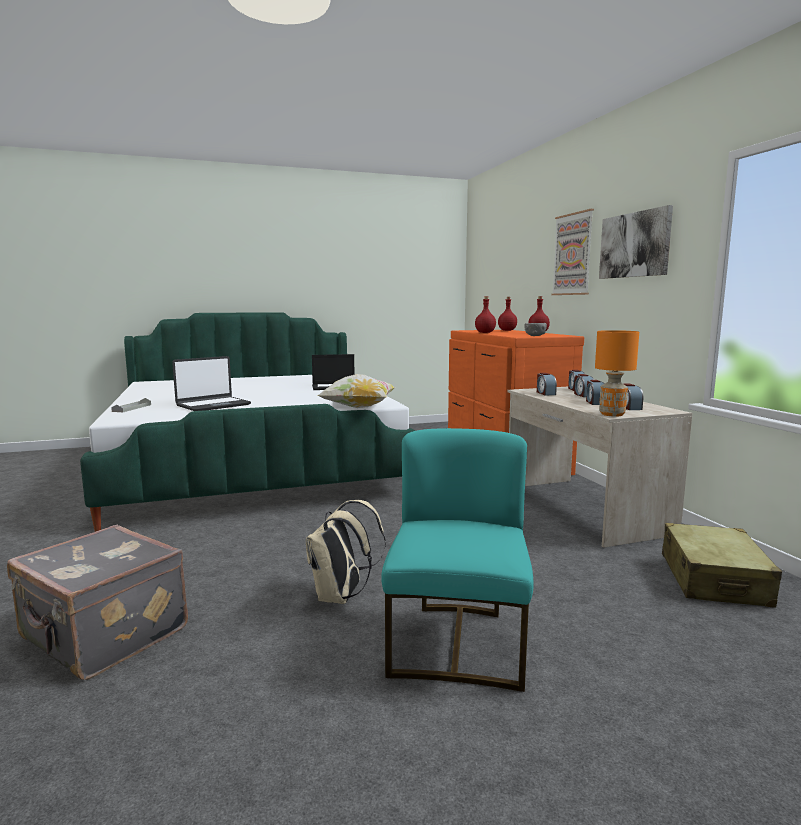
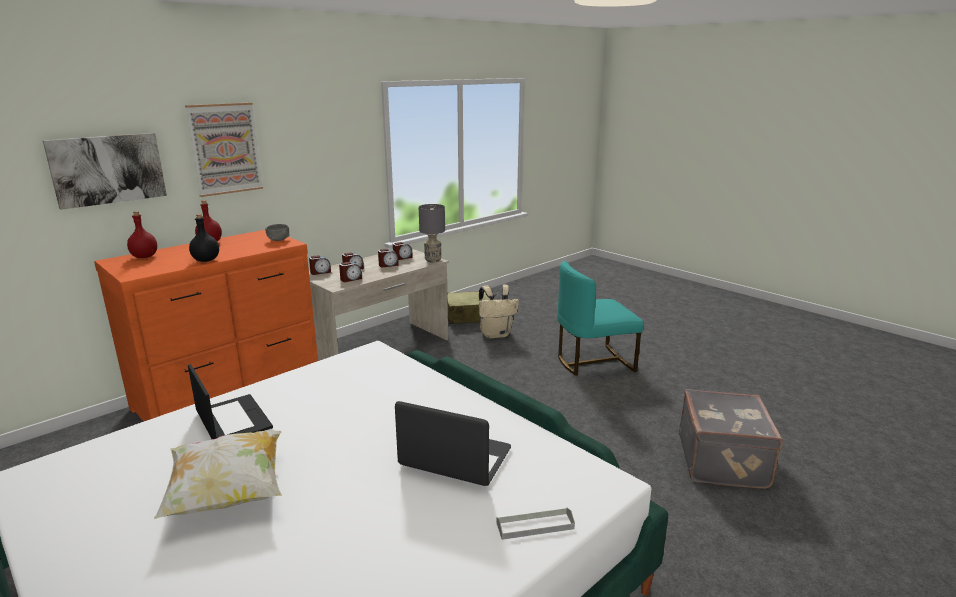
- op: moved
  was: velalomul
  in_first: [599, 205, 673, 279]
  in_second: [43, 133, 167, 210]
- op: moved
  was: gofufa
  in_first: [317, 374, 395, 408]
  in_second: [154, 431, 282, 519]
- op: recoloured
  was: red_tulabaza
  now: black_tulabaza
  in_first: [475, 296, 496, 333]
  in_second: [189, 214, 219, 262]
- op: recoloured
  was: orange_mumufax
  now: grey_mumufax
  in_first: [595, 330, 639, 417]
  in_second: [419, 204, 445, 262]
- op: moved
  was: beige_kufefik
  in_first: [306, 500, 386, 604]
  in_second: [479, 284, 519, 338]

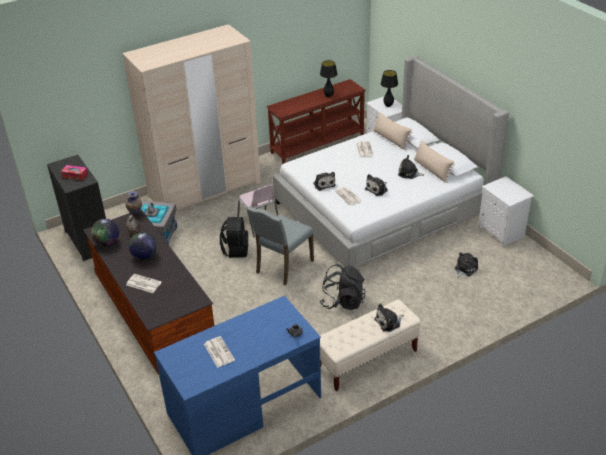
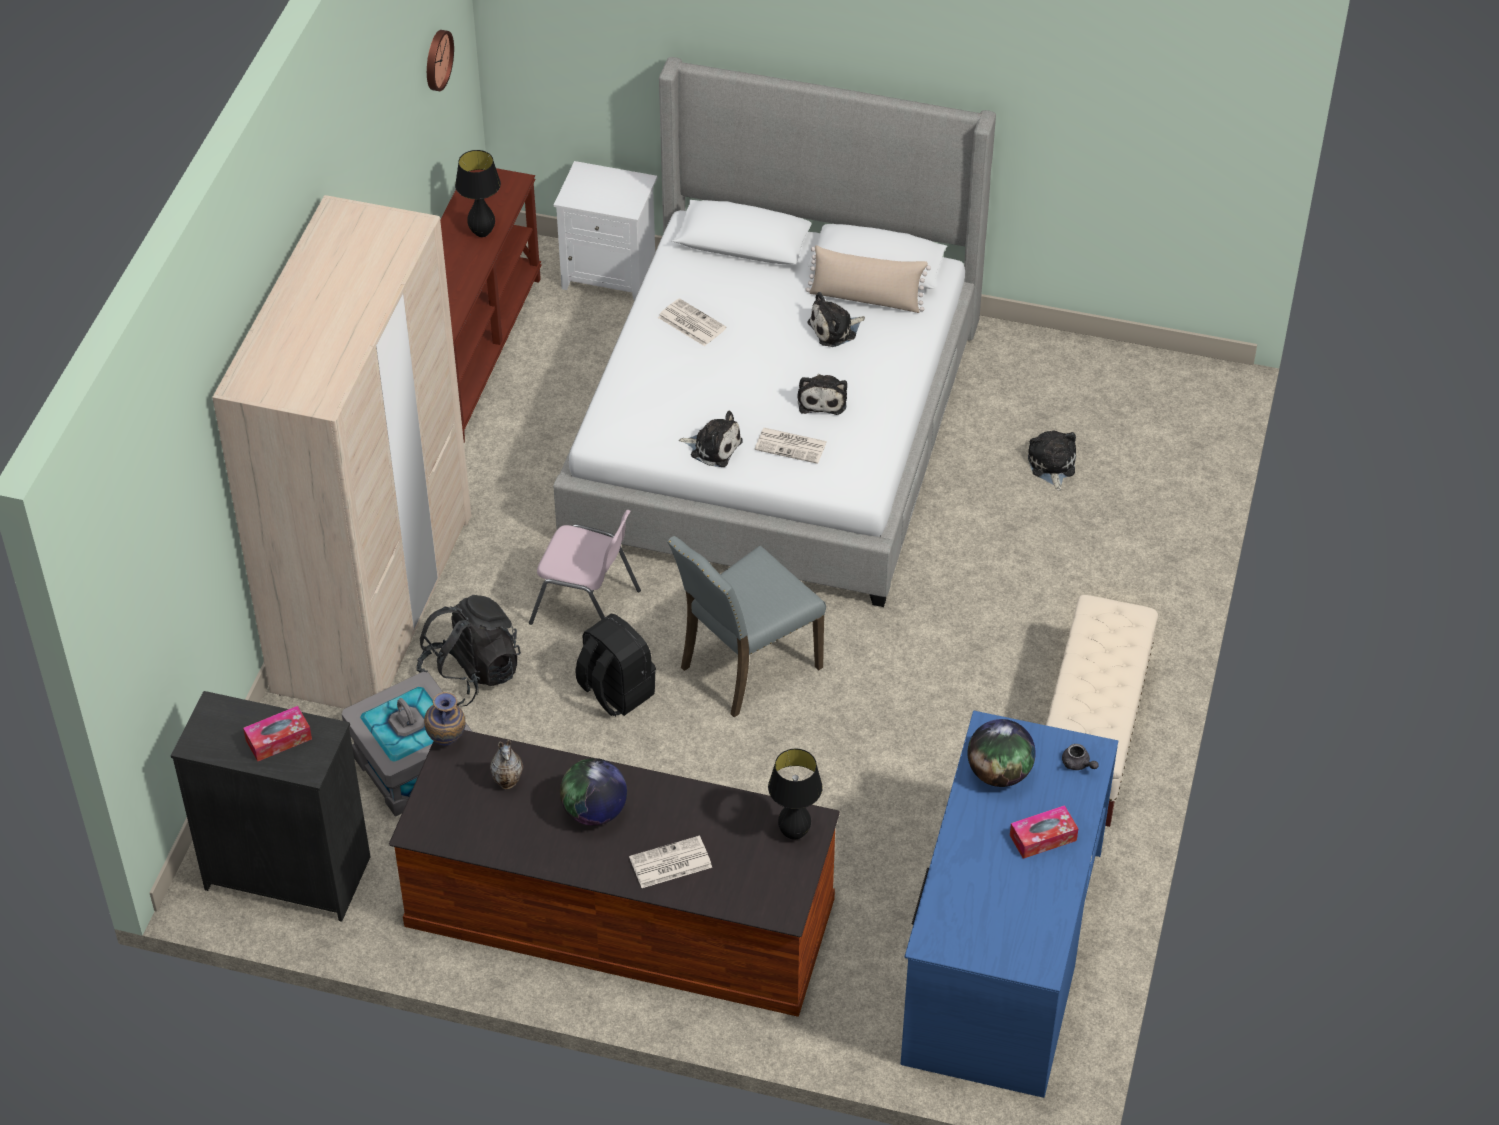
- op: moved
  was: black_kufefik
  in_first: [319, 264, 365, 310]
  in_second: [416, 595, 521, 706]
- op: added
  now: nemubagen
  in_second: [427, 30, 454, 91]
- op: turned
  was: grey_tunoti
  in_first: [247, 206, 314, 285]
  in_second: [667, 536, 826, 717]
  clockwise: 60
- op: moved
  was: black_mumufax
  in_first: [381, 70, 398, 107]
  in_second: [768, 749, 823, 840]
- op: moved
  was: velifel
  in_first: [91, 219, 119, 246]
  in_second: [967, 719, 1036, 787]
- op: added
  now: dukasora
  in_second: [1010, 805, 1078, 859]
- op: removed
  was: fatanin
  in_first: [204, 336, 235, 368]
- op: removed
  was: beige_gofufa
  in_first: [373, 112, 413, 150]
- op: removed
  was: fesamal
  in_first: [374, 303, 404, 332]
- op: removed
  was: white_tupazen
  in_first: [478, 176, 534, 248]

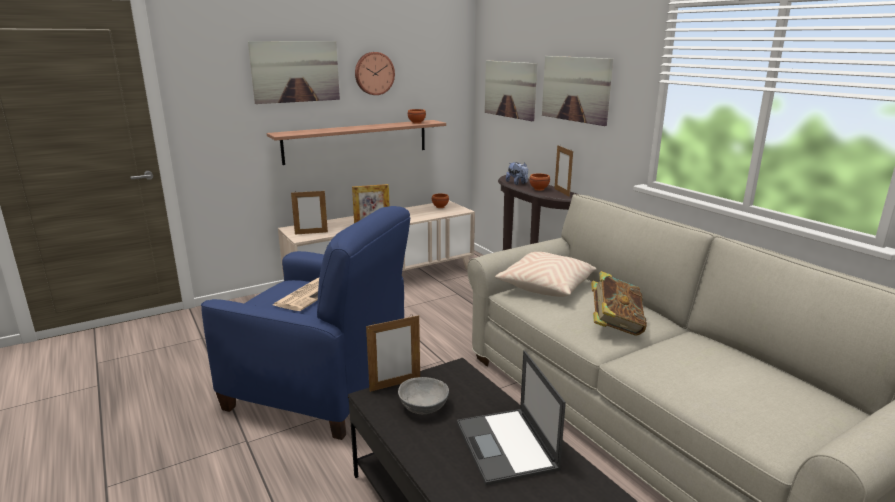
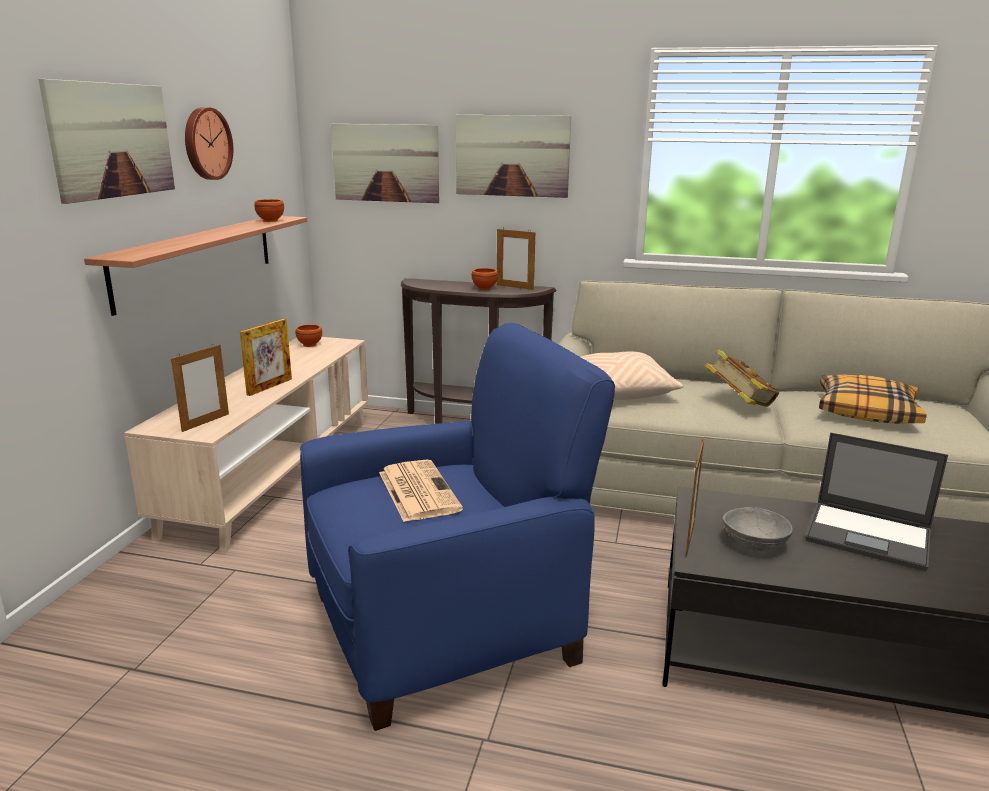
- op: added
  now: gofufa
  in_second: [819, 375, 927, 424]
- op: removed
  was: fesamal
  in_first: [506, 162, 528, 185]

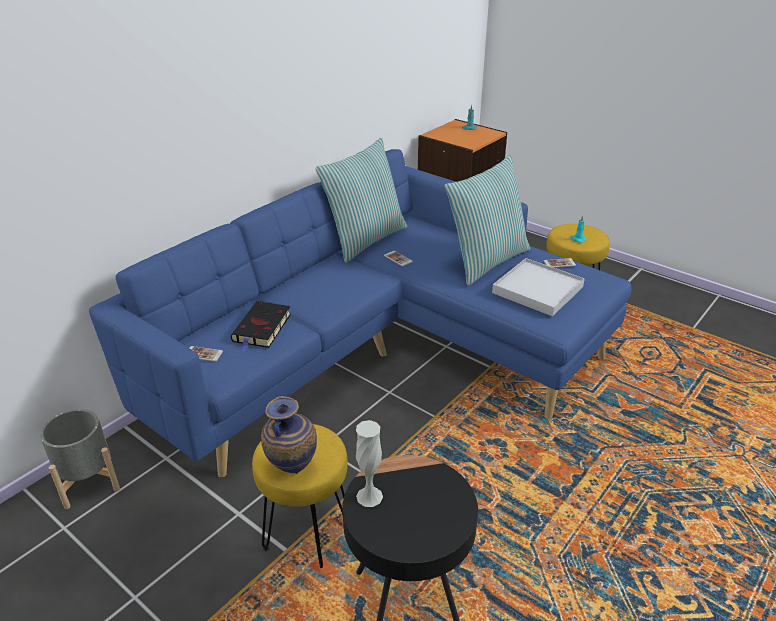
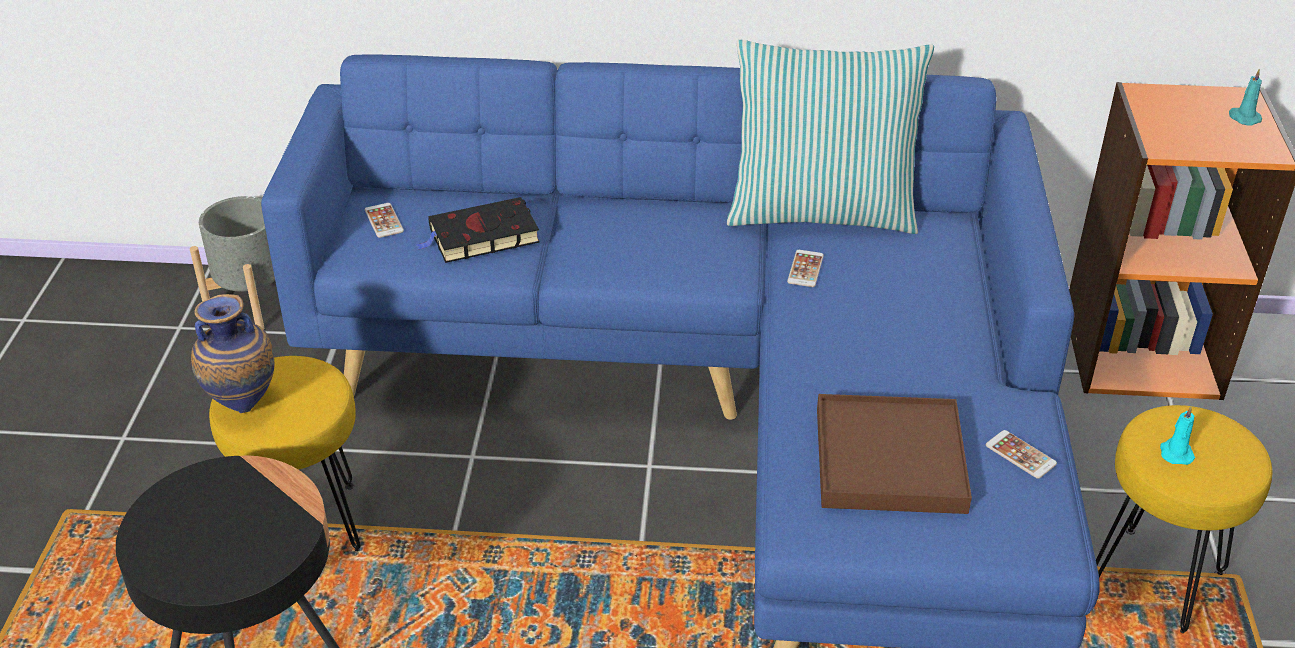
- op: recoloured
  was: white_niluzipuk
  now: brown_niluzipuk
  in_first: [492, 258, 585, 316]
  in_second: [817, 394, 972, 514]
- op: removed
  was: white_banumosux
  in_first: [356, 420, 383, 507]
- op: removed
  was: gofufa
  in_first: [445, 155, 530, 286]

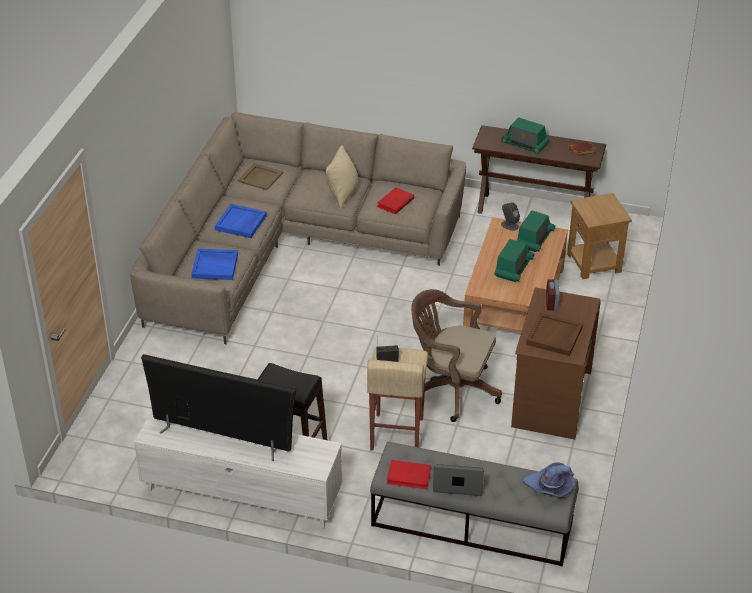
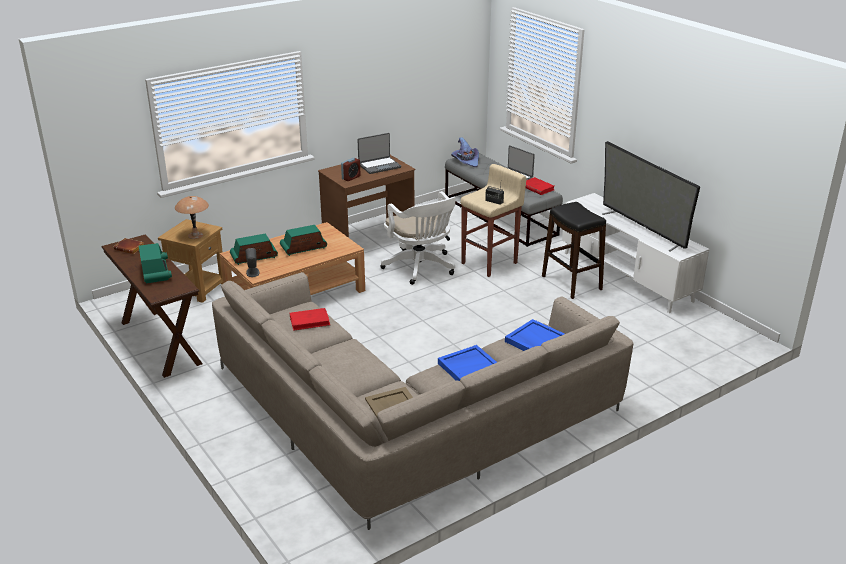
- op: added
  now: brown_mumufax
  in_second: [175, 196, 209, 239]
- op: replaced
  was: brown_niluzipuk
  now: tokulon
  in_first: [526, 313, 583, 356]
  in_second: [357, 133, 401, 174]
- op: recoloured
  was: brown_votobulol
  now: white_votobulol
  in_first: [411, 289, 502, 422]
  in_second: [380, 191, 456, 285]
- op: removed
  was: beige_gofufa
  in_first: [325, 145, 358, 207]

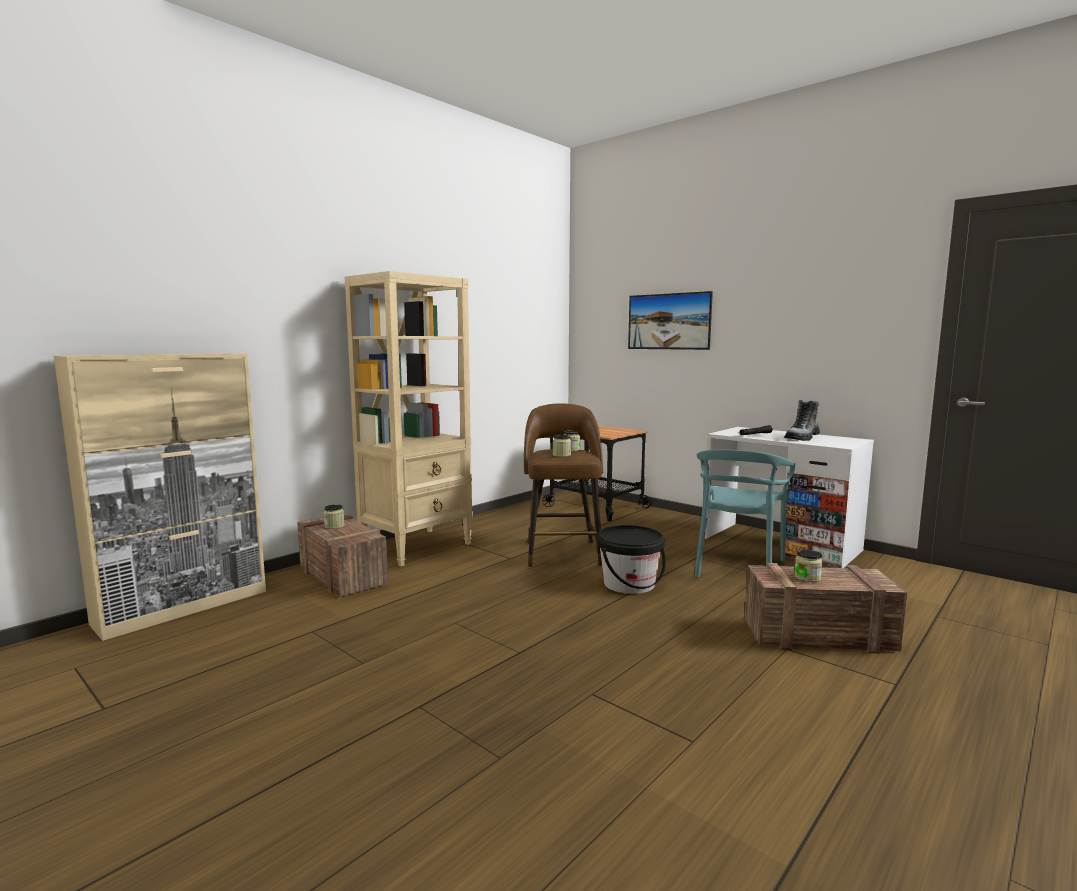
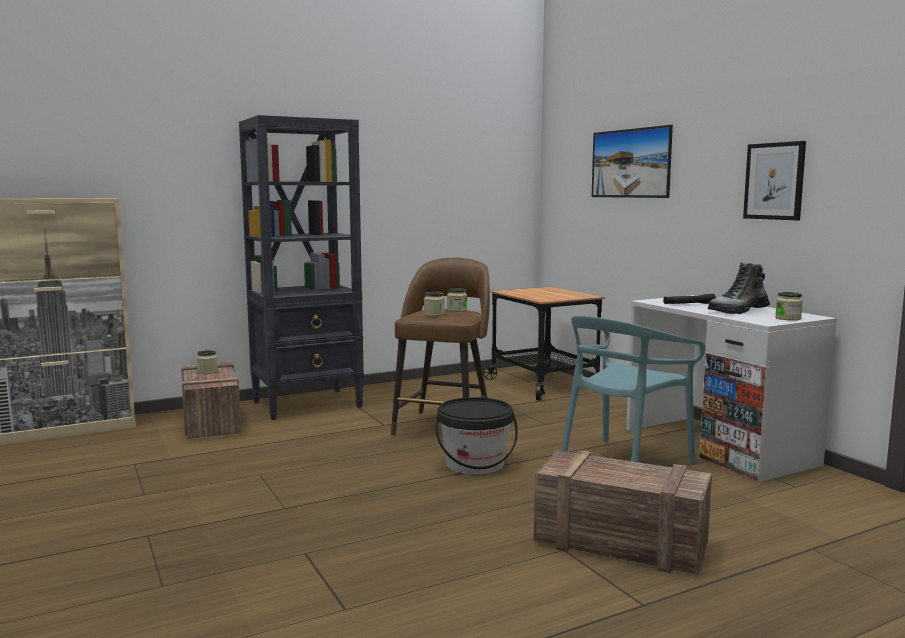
- op: recoloured
  was: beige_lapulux
  now: black_lapulux
  in_first: [345, 271, 473, 566]
  in_second: [239, 115, 364, 420]
- op: added
  now: velalomul
  in_second: [743, 141, 806, 221]
- op: moved
  was: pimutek
  in_first: [794, 549, 823, 582]
  in_second: [775, 292, 803, 321]

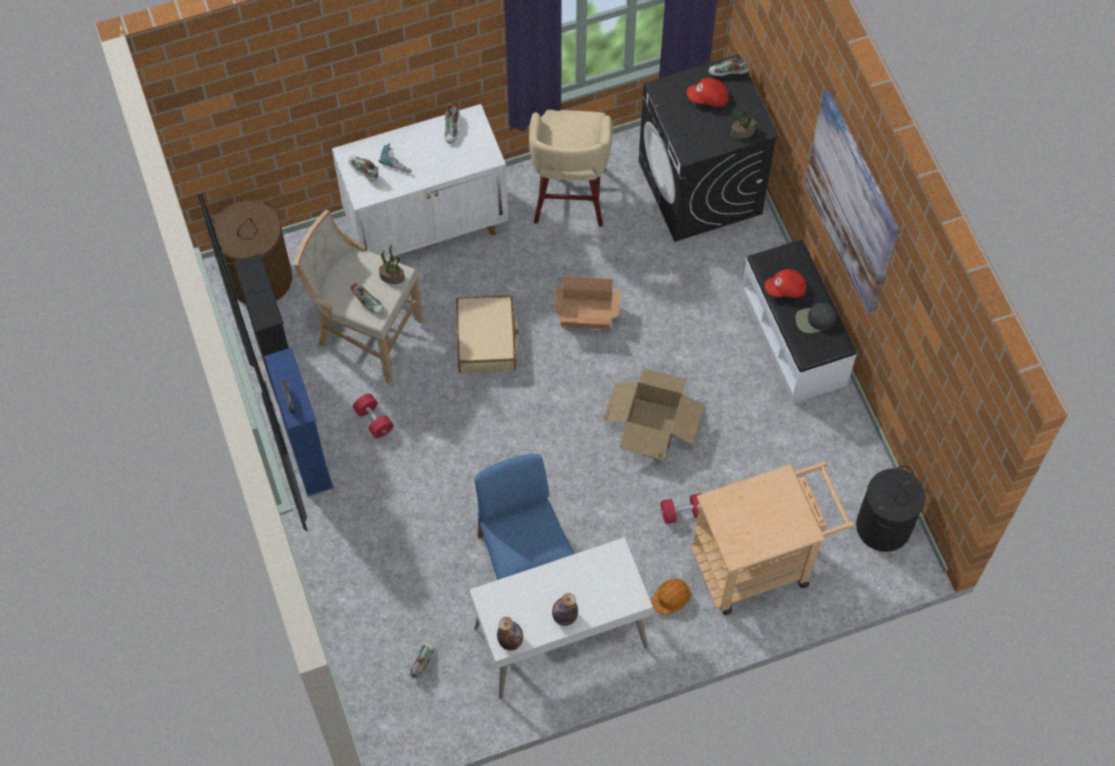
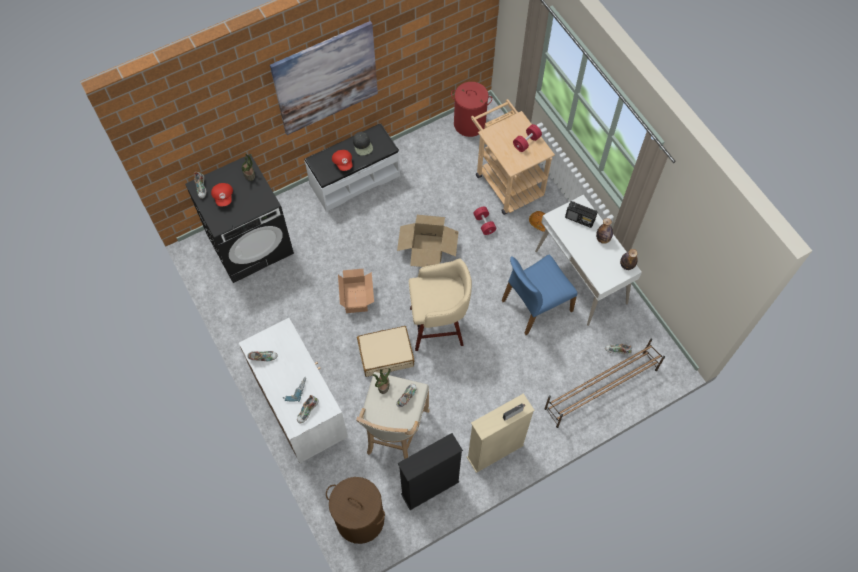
- op: moved
  was: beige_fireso
  in_first: [529, 110, 613, 227]
  in_second: [409, 258, 472, 351]
- op: recoloured
  was: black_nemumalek
  now: red_nemumalek
  in_first: [856, 465, 925, 552]
  in_second: [451, 82, 492, 137]
- op: recoloured
  was: blue_lapulux
  now: beige_lapulux
  in_first: [264, 348, 334, 496]
  in_second: [467, 393, 535, 473]
- op: moved
  was: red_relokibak
  in_first: [353, 394, 394, 438]
  in_second: [513, 124, 542, 152]
- op: added
  now: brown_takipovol
  in_second: [544, 338, 665, 428]
- op: added
  now: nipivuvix
  in_second: [565, 201, 598, 228]

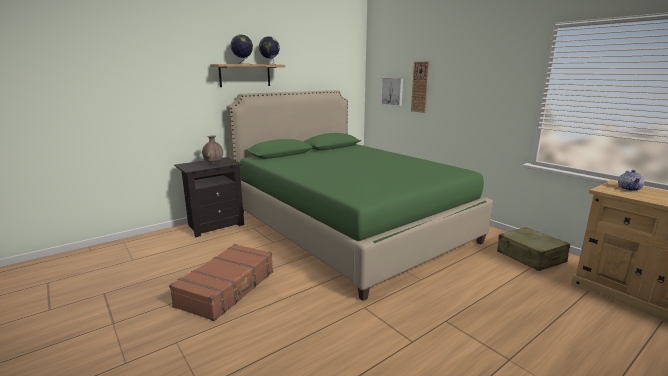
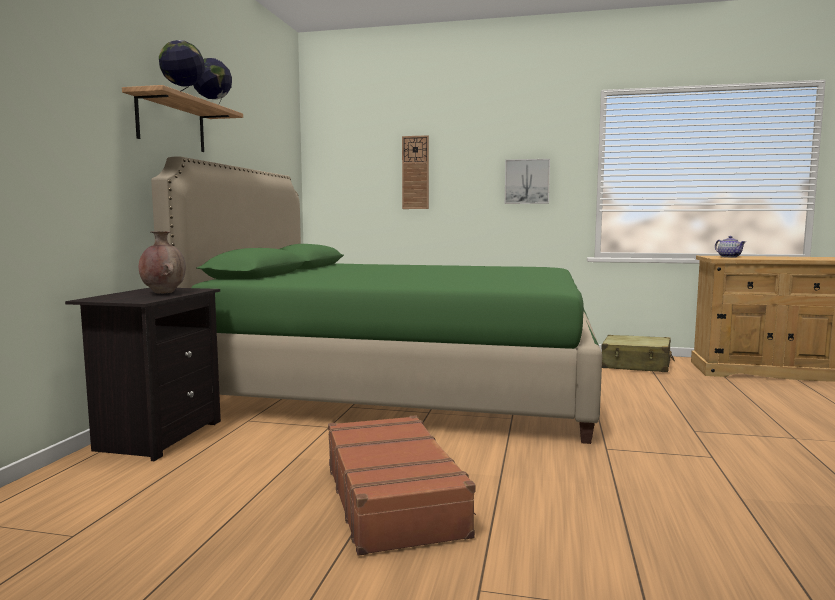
- op: moved
  was: velalomul
  in_first: [381, 78, 403, 106]
  in_second: [505, 159, 550, 204]

